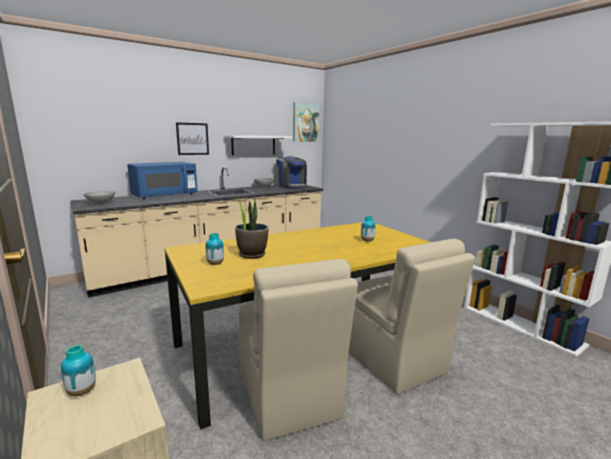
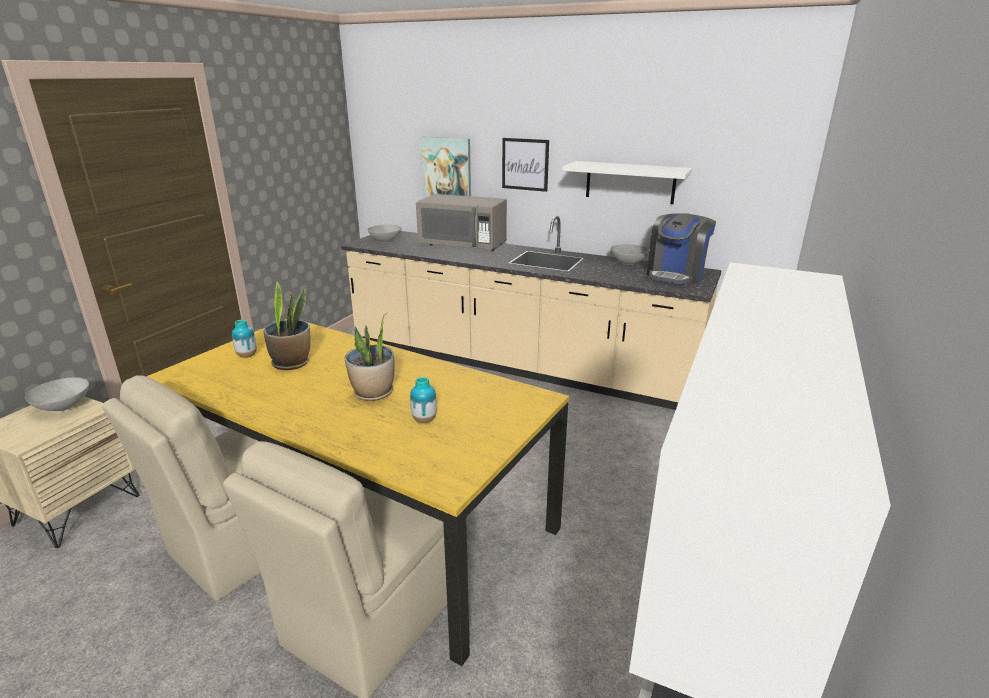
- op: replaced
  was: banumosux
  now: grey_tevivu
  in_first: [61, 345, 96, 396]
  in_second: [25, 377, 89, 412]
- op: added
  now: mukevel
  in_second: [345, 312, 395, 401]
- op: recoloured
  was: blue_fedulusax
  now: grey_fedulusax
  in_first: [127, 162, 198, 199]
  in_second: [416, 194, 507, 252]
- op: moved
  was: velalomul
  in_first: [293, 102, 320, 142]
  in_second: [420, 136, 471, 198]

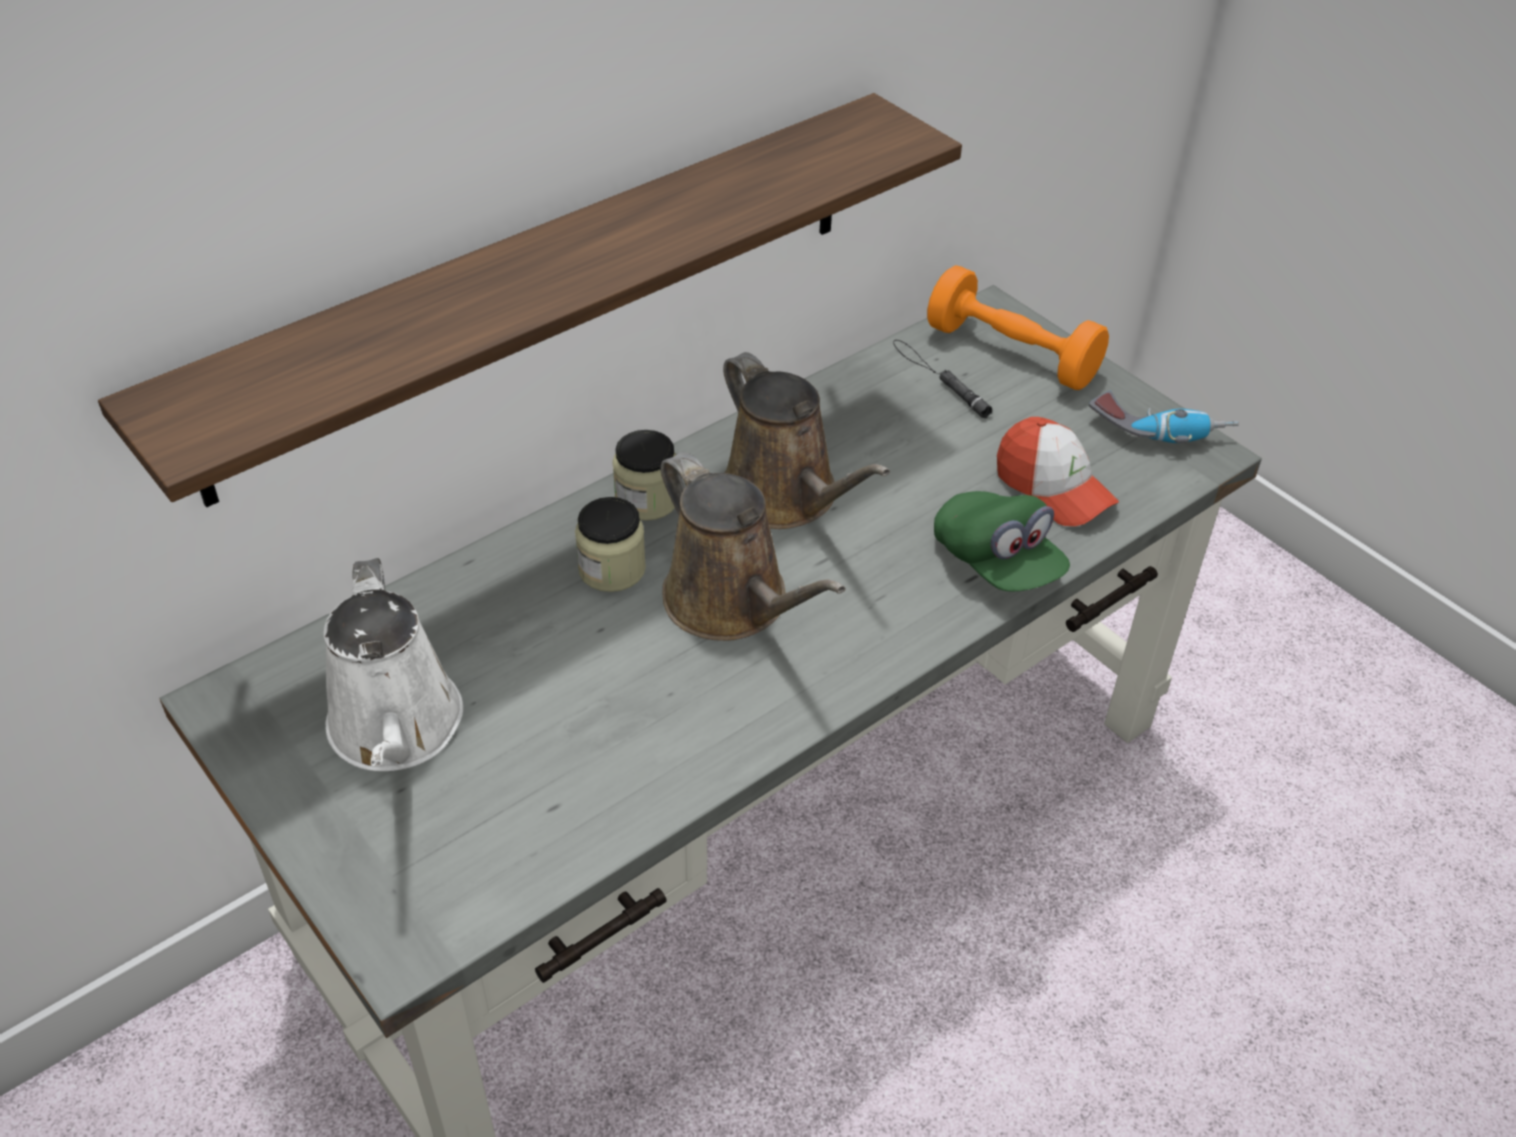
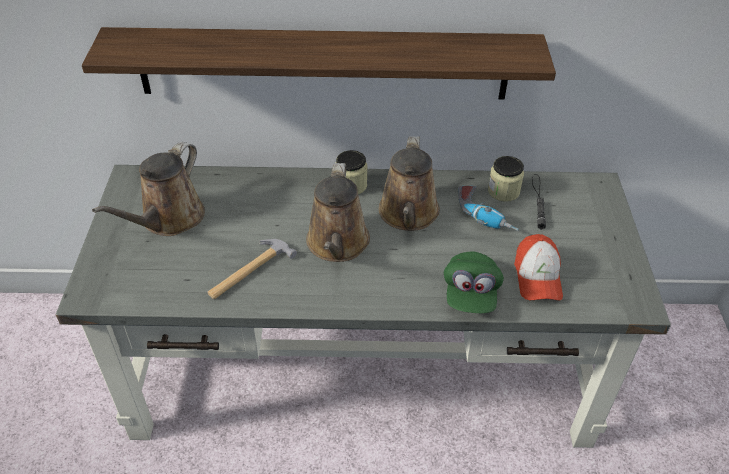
- op: recoloured
  was: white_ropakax
  now: brown_ropakax
  in_first: [324, 558, 463, 771]
  in_second: [92, 142, 205, 236]
- op: added
  now: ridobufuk
  in_second: [208, 239, 297, 299]
- op: moved
  was: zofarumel
  in_first: [1089, 390, 1239, 443]
  in_second: [458, 186, 519, 231]
- op: moved
  was: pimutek
  in_first: [575, 497, 646, 592]
  in_second: [488, 156, 524, 202]
- op: removed
  was: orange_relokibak
  in_first: [927, 265, 1109, 390]

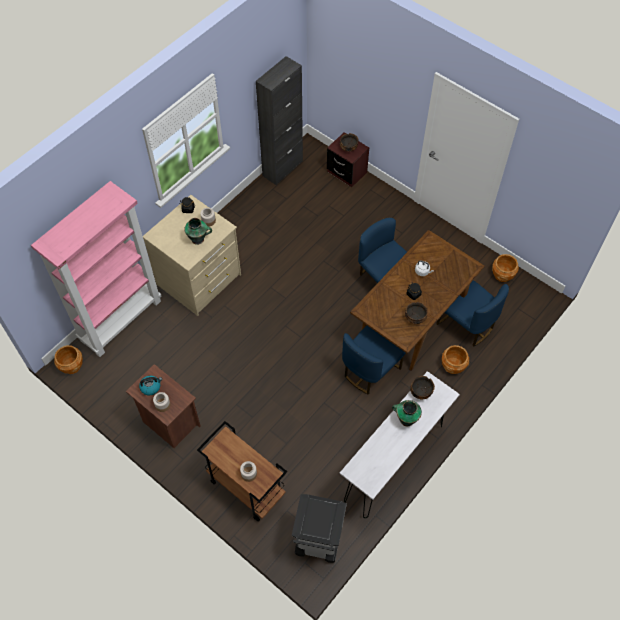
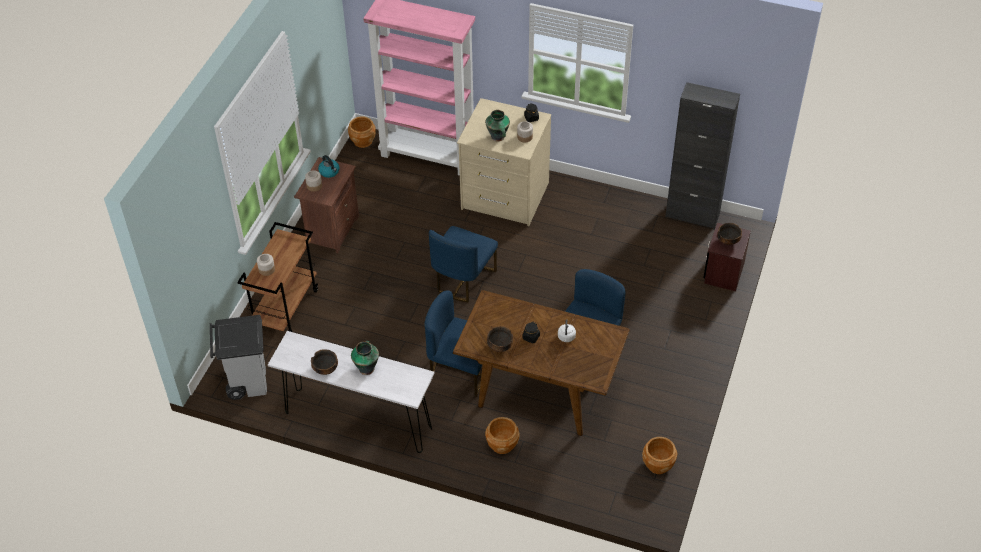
- op: moved
  was: tevivu
  in_first: [410, 376, 435, 400]
  in_second: [311, 349, 338, 375]
- op: moved
  was: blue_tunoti
  in_first: [436, 280, 509, 347]
  in_second: [429, 226, 498, 302]

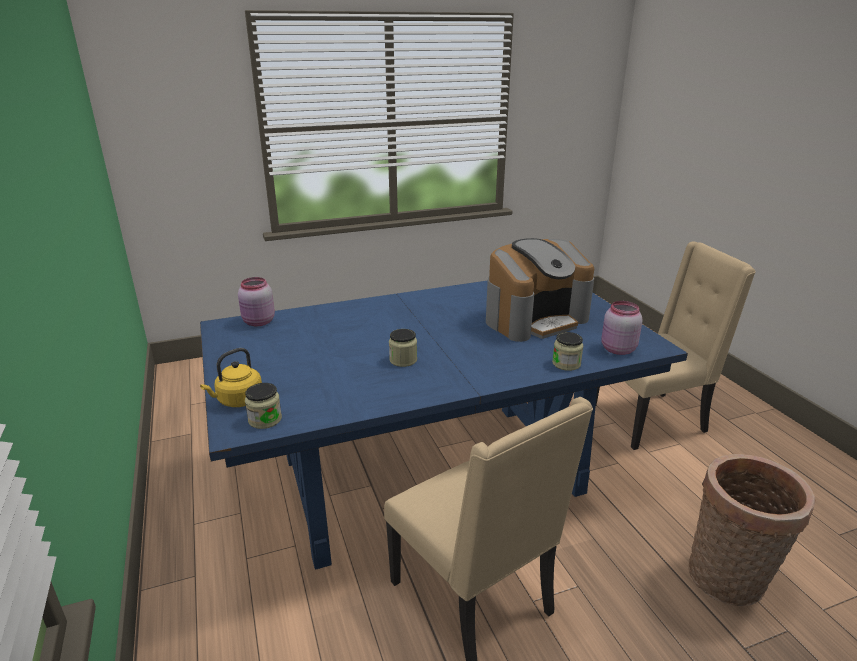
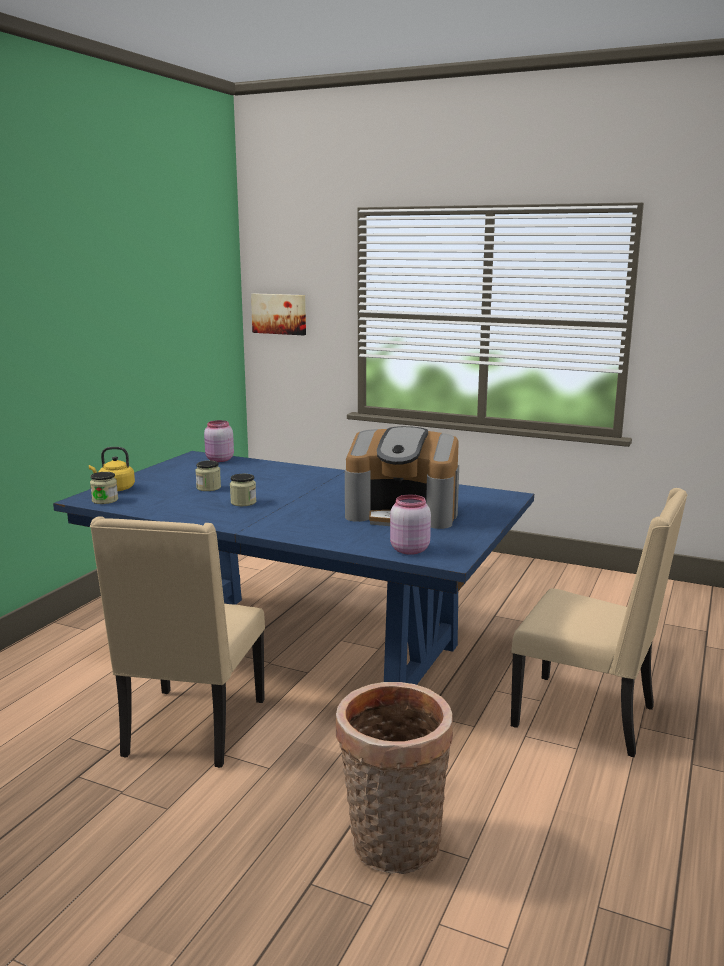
- op: moved
  was: pimutek
  in_first: [552, 332, 584, 371]
  in_second: [195, 460, 221, 491]
- op: added
  now: velalomul
  in_second: [251, 293, 306, 335]

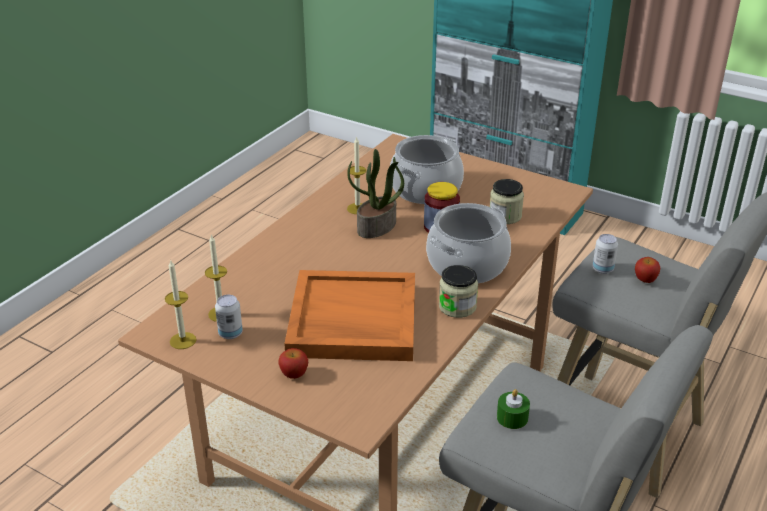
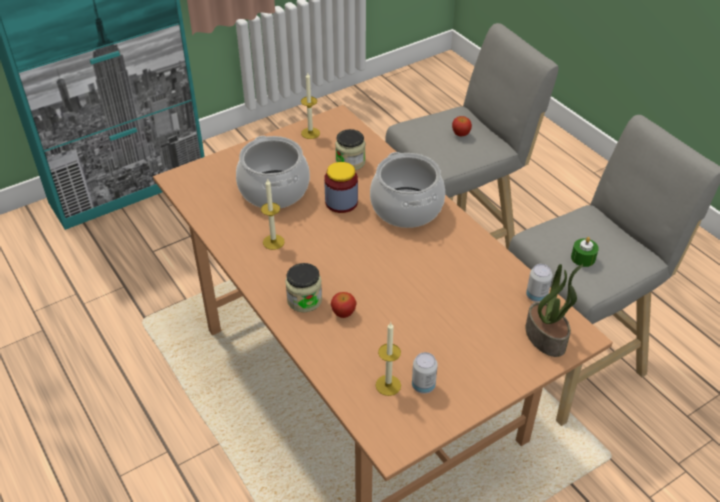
- op: moved
  was: pimutek
  in_first: [439, 265, 478, 318]
  in_second: [285, 263, 322, 312]
- op: moved
  was: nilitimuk
  in_first: [165, 259, 196, 349]
  in_second: [301, 73, 320, 139]
- op: moved
  was: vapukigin
  in_first: [278, 348, 308, 379]
  in_second: [331, 292, 356, 318]
- op: moved
  was: mukevel
  in_first: [347, 149, 404, 238]
  in_second: [525, 264, 583, 357]
- op: moved
  was: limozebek
  in_first: [593, 234, 618, 274]
  in_second: [526, 264, 553, 302]
- op: removed
  was: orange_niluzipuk
  in_first: [284, 270, 415, 361]

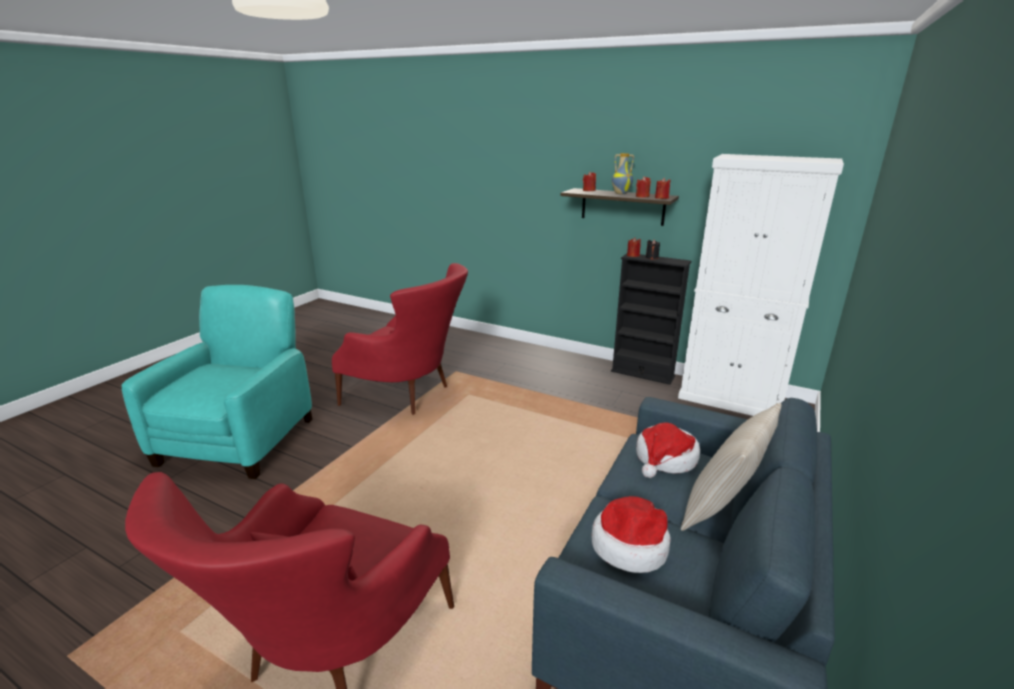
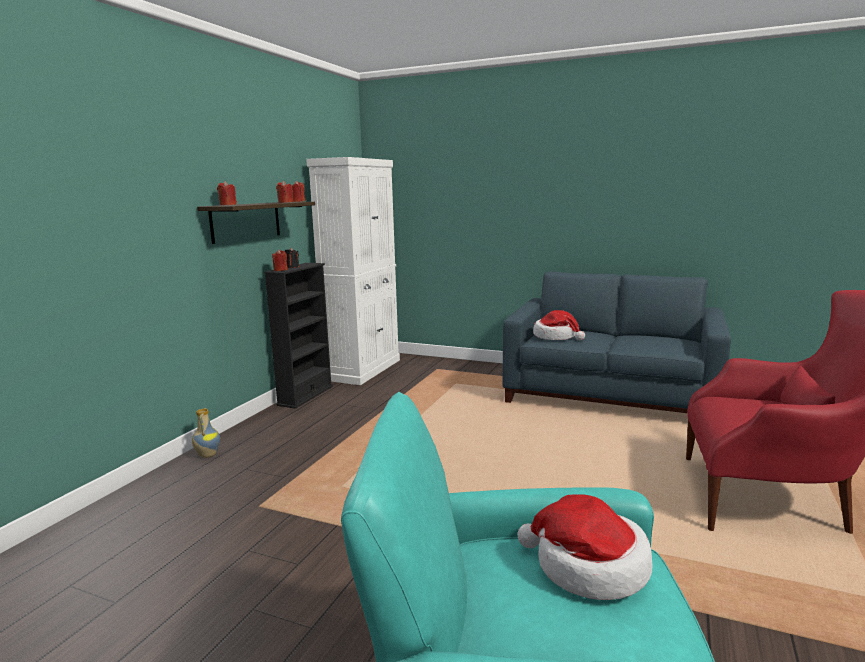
- op: moved
  was: banumosux
  in_first: [612, 153, 634, 194]
  in_second: [192, 408, 220, 458]
- op: moved
  was: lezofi
  in_first: [592, 496, 670, 573]
  in_second: [517, 494, 652, 600]
- op: removed
  was: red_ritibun
  in_first: [332, 263, 468, 415]
- op: removed
  was: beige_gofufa
  in_first: [681, 403, 782, 531]

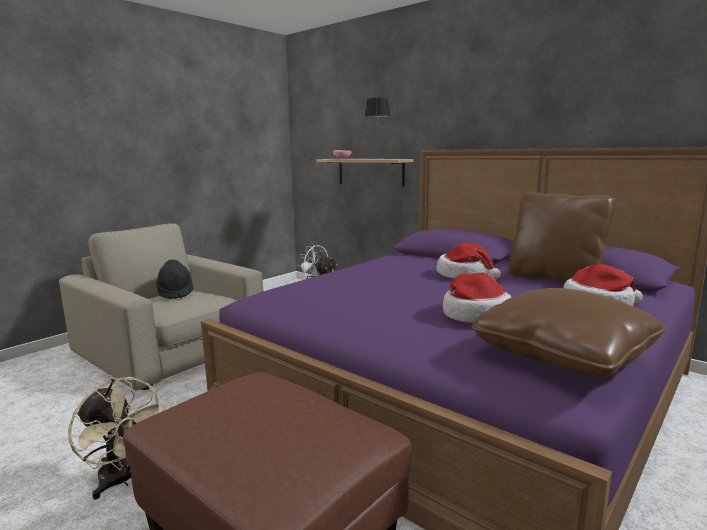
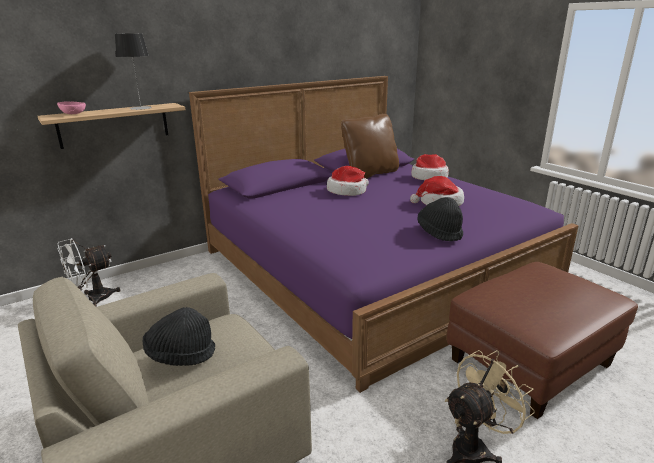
- op: added
  now: black_lezofi
  in_second: [417, 197, 463, 242]
- op: removed
  was: brown_gofufa
  in_first: [471, 288, 666, 377]

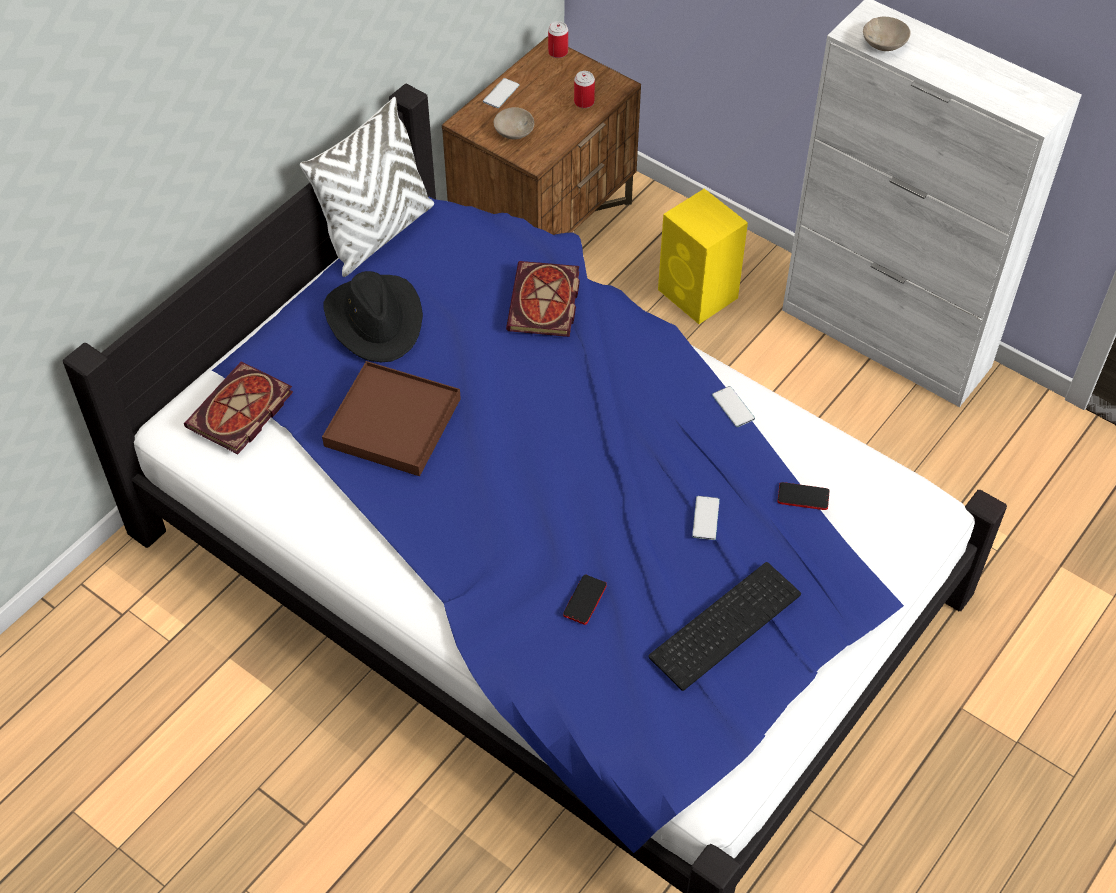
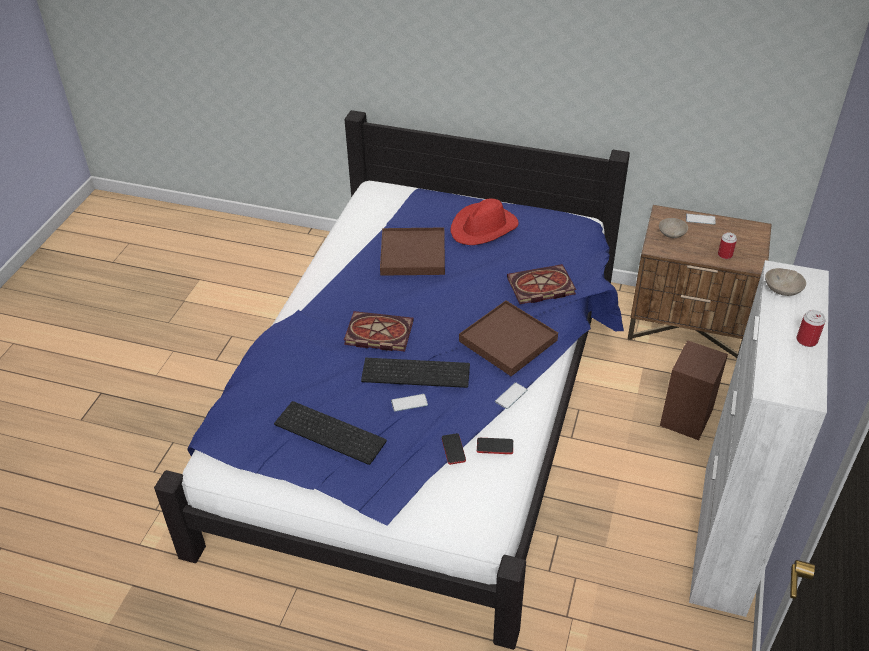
- op: moved
  was: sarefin
  in_first: [184, 361, 293, 454]
  in_second: [344, 311, 413, 352]
- op: added
  now: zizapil
  in_second: [361, 358, 470, 388]
- op: recoloured
  was: black_lezofi
  now: red_lezofi
  in_first: [323, 271, 423, 362]
  in_second: [451, 199, 519, 245]
- op: added
  now: brown_niluzipuk
  in_second: [459, 301, 558, 376]
- op: moved
  was: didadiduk
  in_first: [563, 574, 607, 625]
  in_second: [477, 438, 513, 454]
- op: recoloured
  was: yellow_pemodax
  now: brown_pemodax
  in_first: [658, 189, 748, 324]
  in_second: [660, 340, 728, 440]
- op: moved
  was: limozebek
  in_first: [548, 21, 568, 58]
  in_second: [796, 310, 825, 347]
- op: removed
  was: white_gofufa
  in_first: [300, 97, 434, 277]

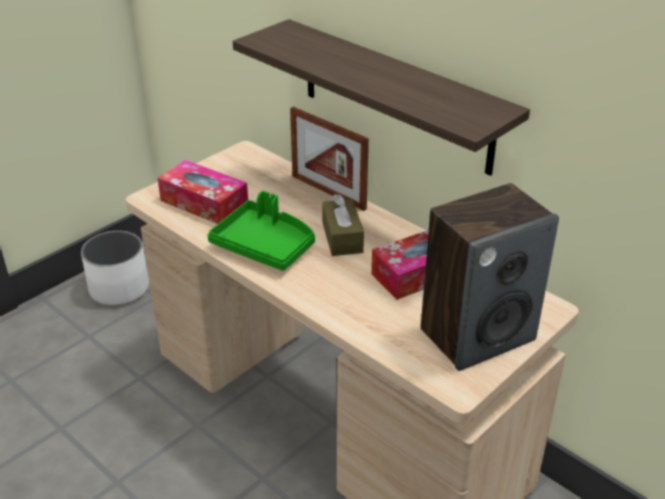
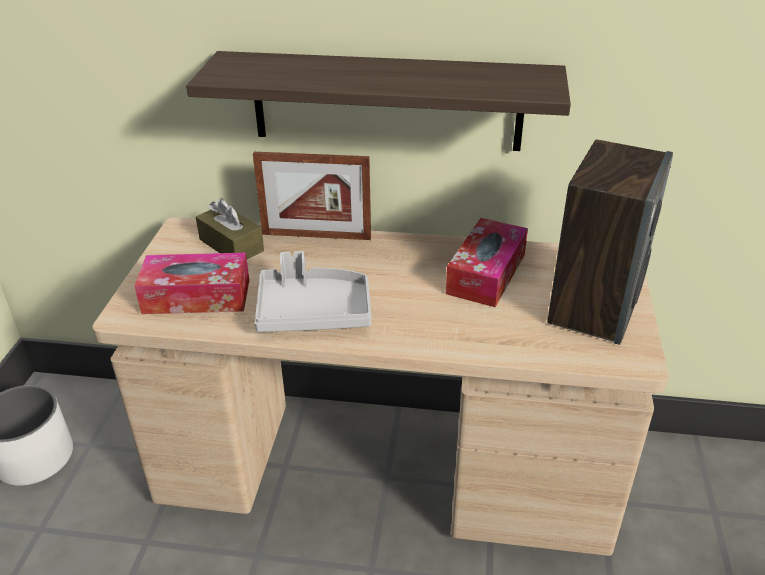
- op: moved
  was: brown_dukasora
  in_first: [322, 194, 364, 256]
  in_second: [196, 198, 264, 259]
- op: recoloured
  was: green_niluzipuk
  now: grey_niluzipuk
  in_first: [207, 191, 315, 271]
  in_second: [255, 251, 372, 332]

